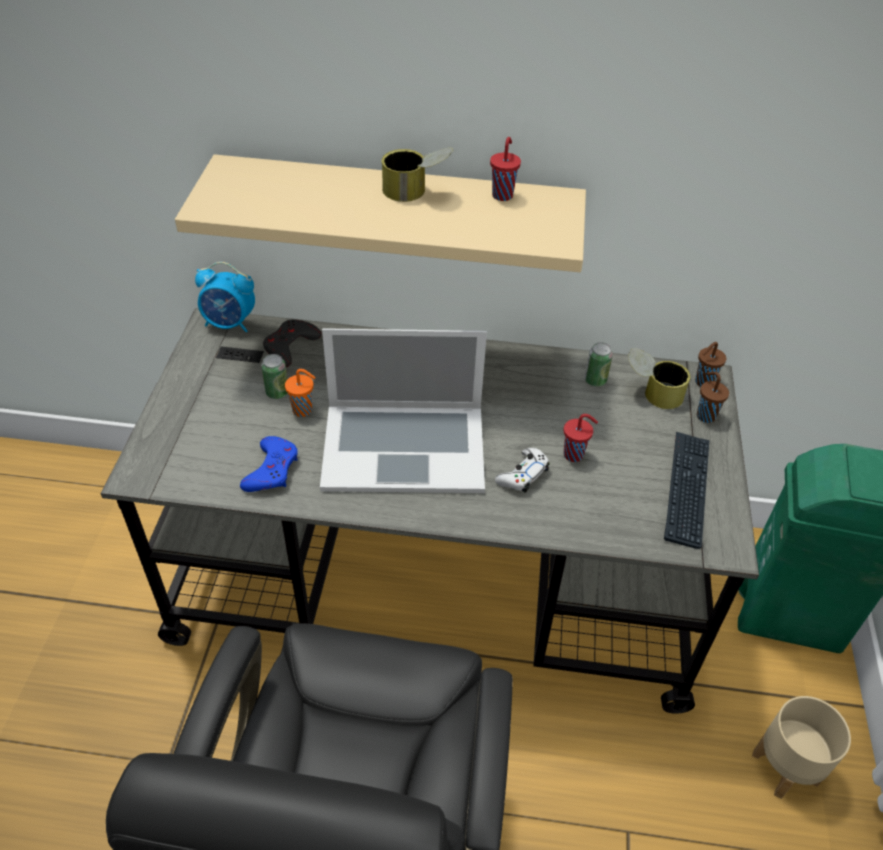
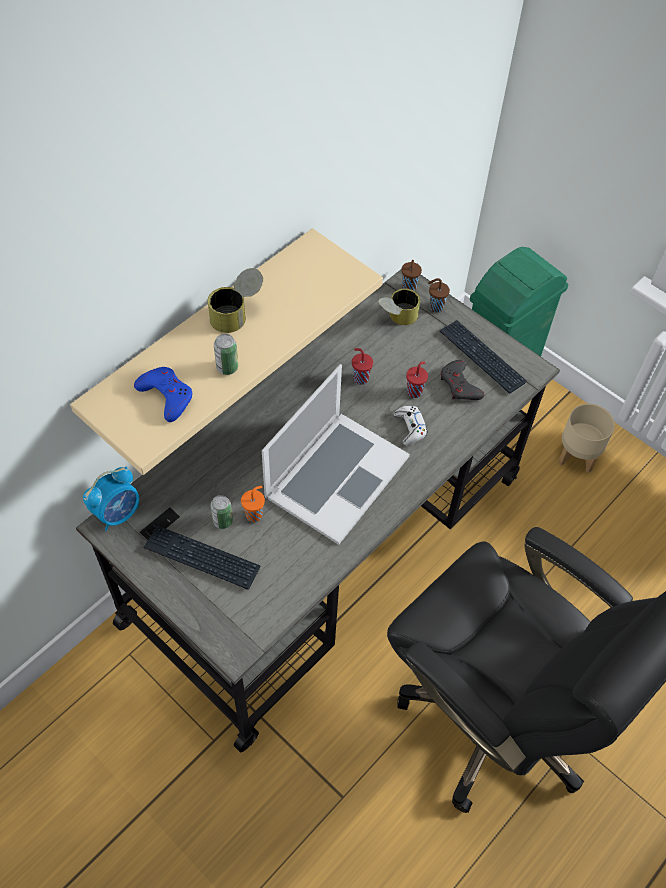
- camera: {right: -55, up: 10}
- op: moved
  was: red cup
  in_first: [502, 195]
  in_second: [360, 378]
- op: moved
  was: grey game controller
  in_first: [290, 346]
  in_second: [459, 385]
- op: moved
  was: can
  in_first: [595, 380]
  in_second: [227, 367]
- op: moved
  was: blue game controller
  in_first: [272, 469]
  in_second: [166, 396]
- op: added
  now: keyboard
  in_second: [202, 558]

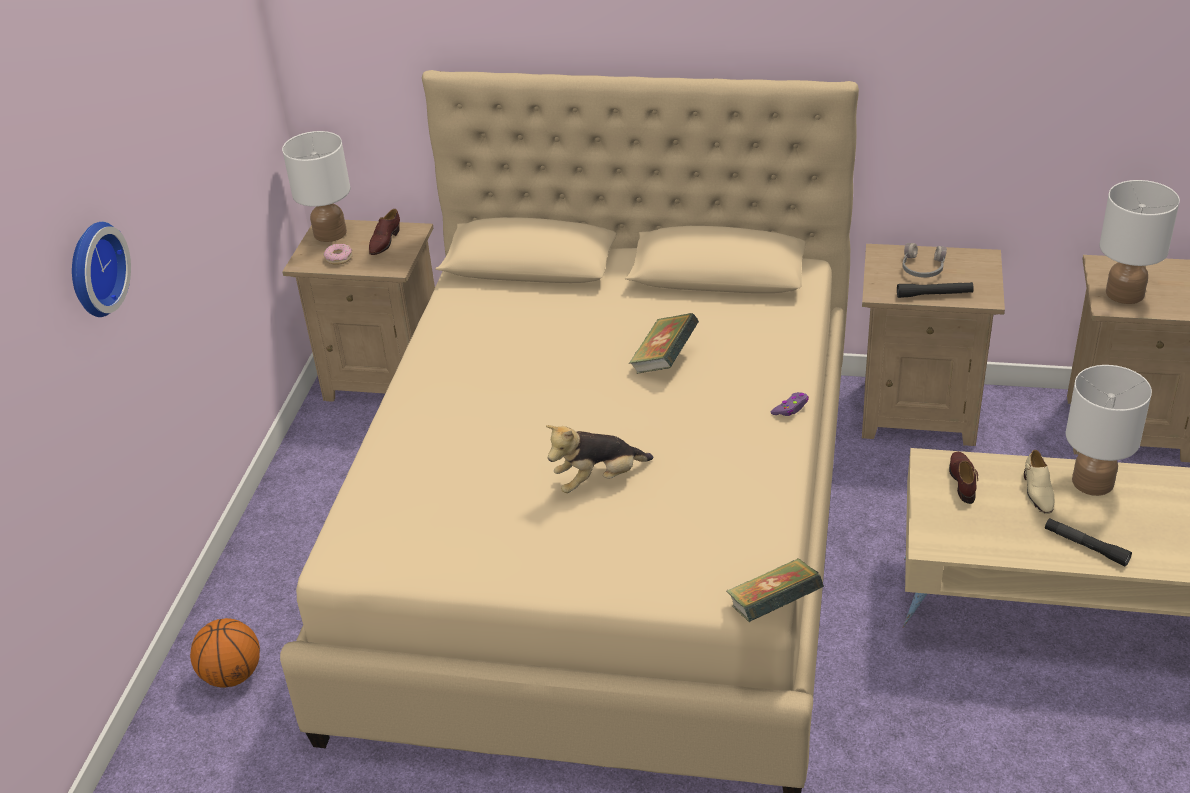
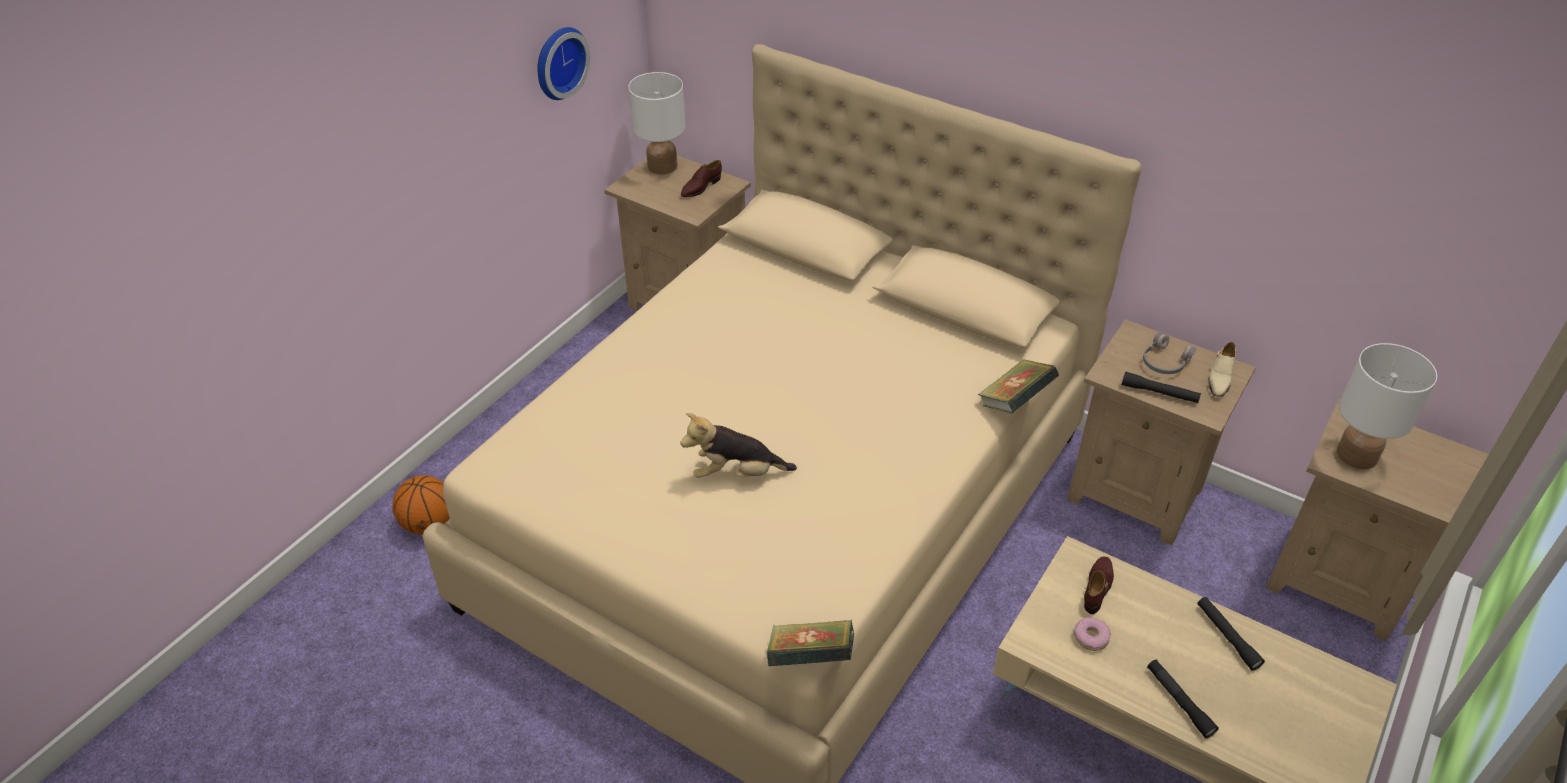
- camera: {right: 20, up: 5}
- op: moved
  was: wall clock
  in_first: [92, 269]
  in_second: [558, 62]
- op: moved
  was: donut
  in_first: [339, 258]
  in_second: [1091, 637]
- op: moved
  was: book
  in_first: [664, 361]
  in_second: [1015, 402]
- op: replaced
  was: white table lamp
  now: black flashlight
  in_first: [1093, 482]
  in_second: [1227, 636]
- op: removed
  was: purple game controller
  in_first: [791, 408]
- op: moved
  was: beige shoe
  in_first: [1037, 492]
  in_second: [1219, 378]

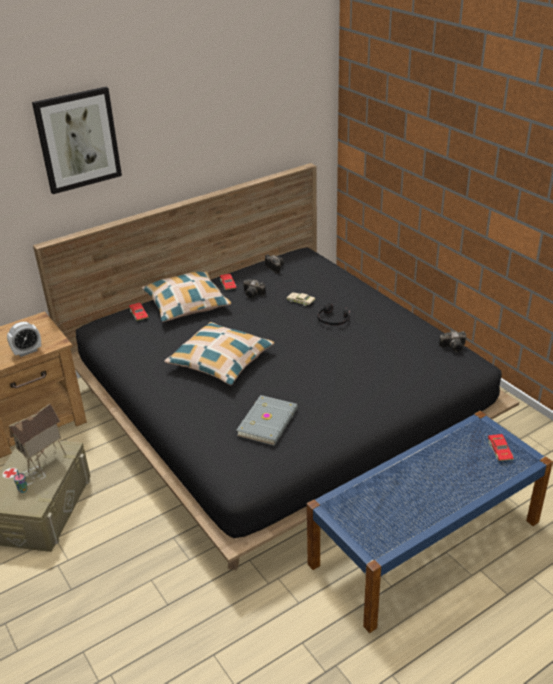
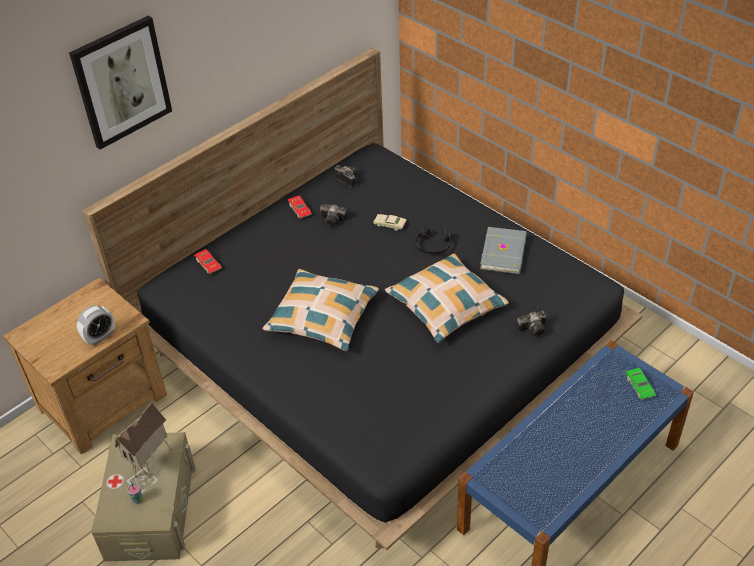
- camera: {right: -10, up: 10}
- op: moved
  was: pillow
  in_first: [186, 304]
  in_second: [446, 305]
- op: moved
  was: photo camera
  in_first: [454, 346]
  in_second: [534, 328]
- op: moved
  was: grey book
  in_first: [269, 422]
  in_second: [504, 252]
- op: recoloured
  was: red toy car
  now: green toy car
  in_first: [500, 450]
  in_second: [639, 386]

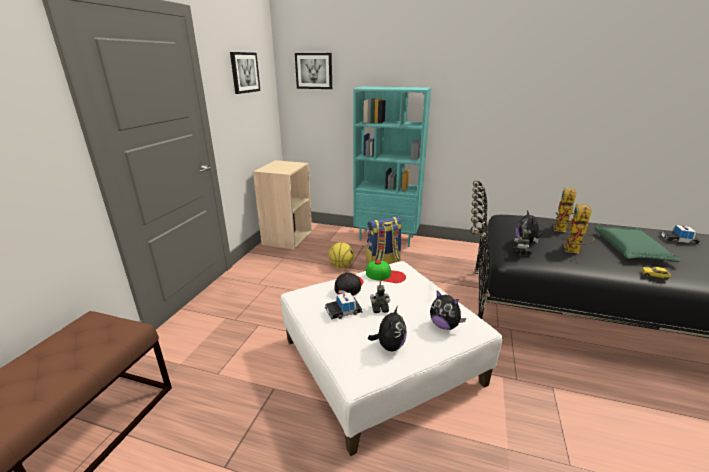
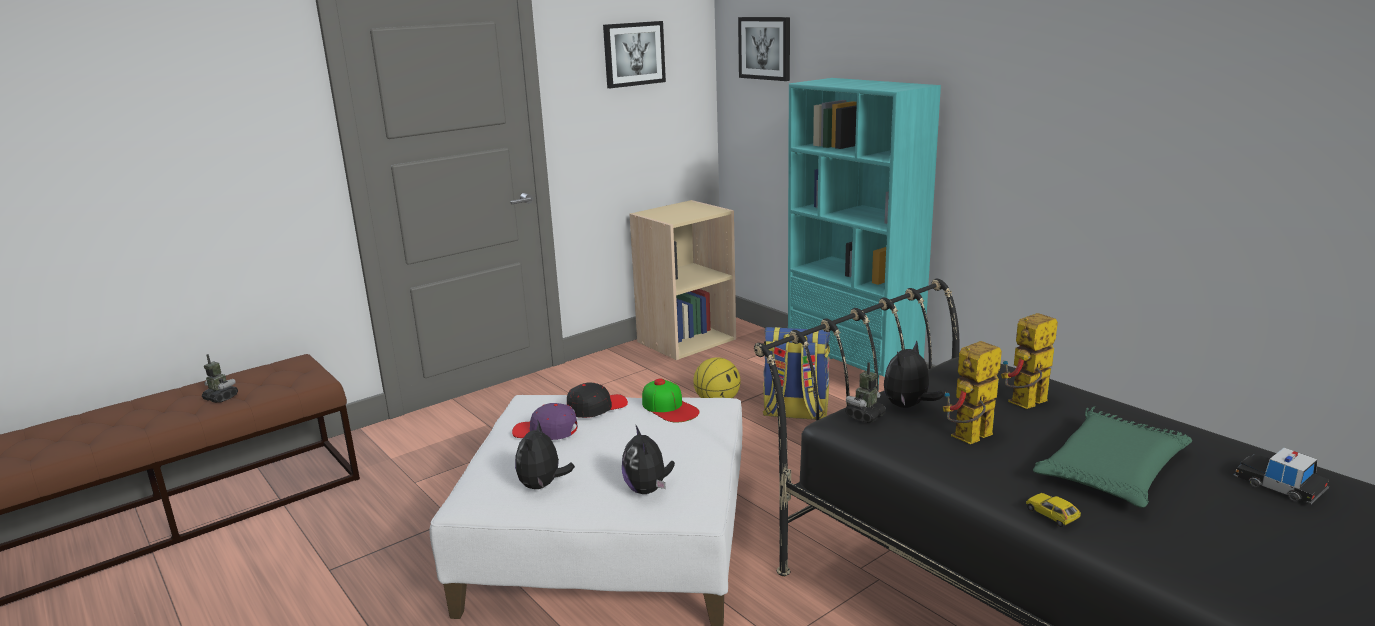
- camera: {right: 35, up: -5}
- op: moved
  was: toy robot
  in_first: [380, 309]
  in_second: [221, 398]
- op: replaced
  was: toy car
  now: purple cap
  in_first: [343, 311]
  in_second: [546, 431]
- op: turned
  was: plush toy
  in_first: [389, 346]
  in_second: [542, 486]
  clockwise: 135

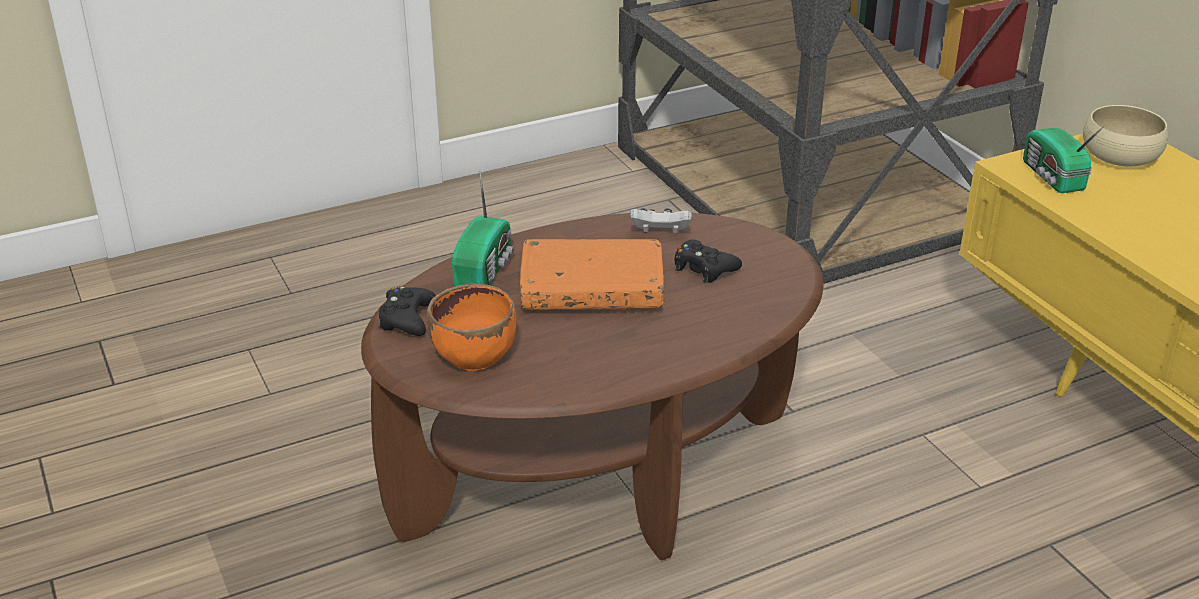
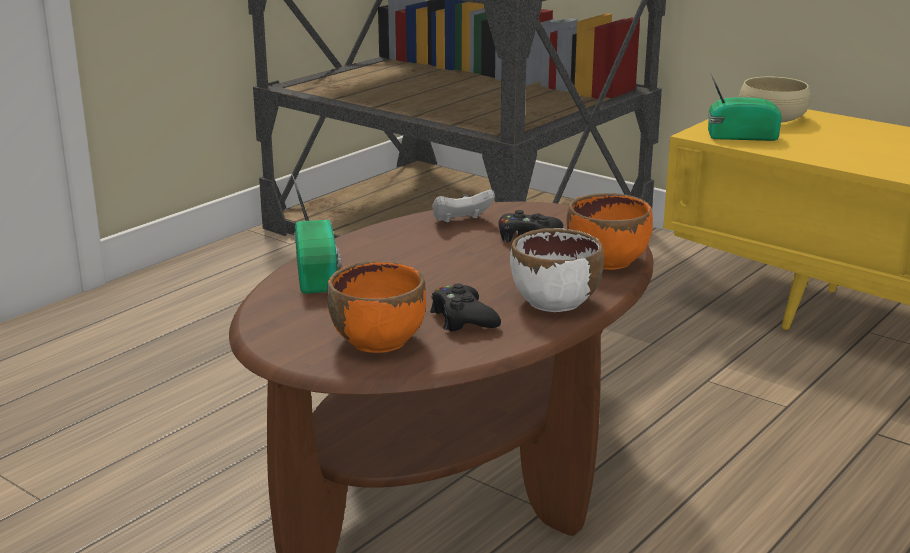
- camera: {right: -25, up: -10}
- op: turned
  was: radio
  in_first: [1052, 177]
  in_second: [739, 136]
  clockwise: 135
- op: removed
  was: orange book
  in_first: [592, 290]
- op: moved
  was: black game controller
  in_first: [407, 319]
  in_second: [463, 319]
- op: added
  now: orange bowl
  in_second: [608, 260]
- op: added
  now: white bowl
  in_second: [554, 302]

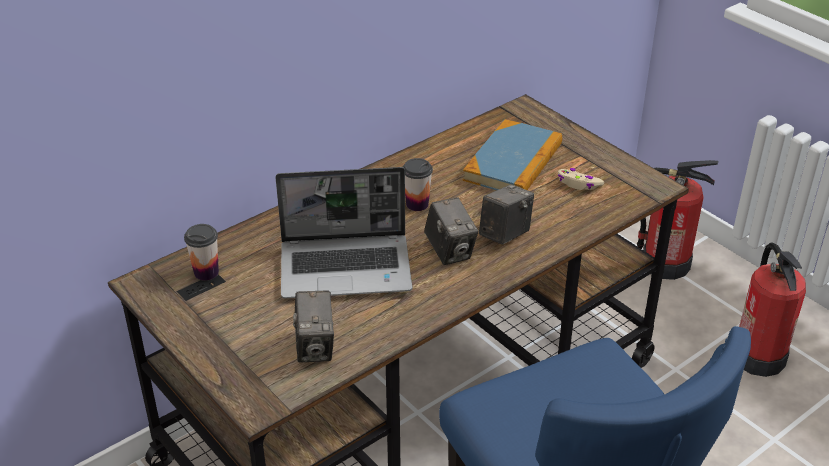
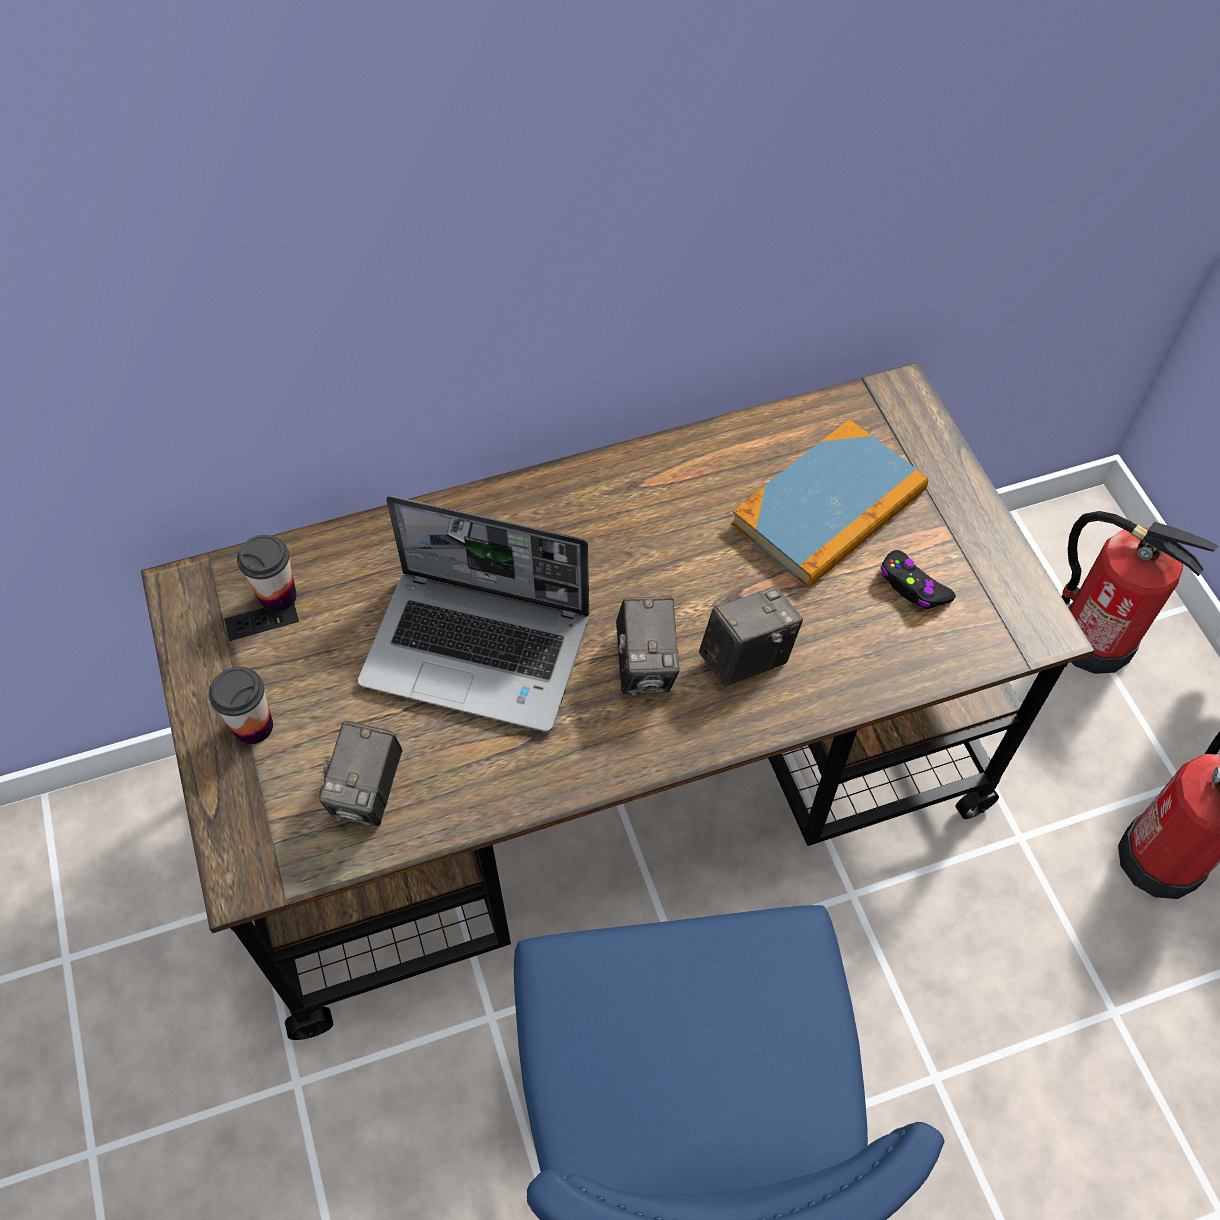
- camera: {right: 20, up: 20}
- op: moved
  was: cup
  in_first: [417, 204]
  in_second: [253, 726]
- op: recoloured
  was: beige game controller
  now: black game controller
  in_first: [578, 184]
  in_second: [913, 586]

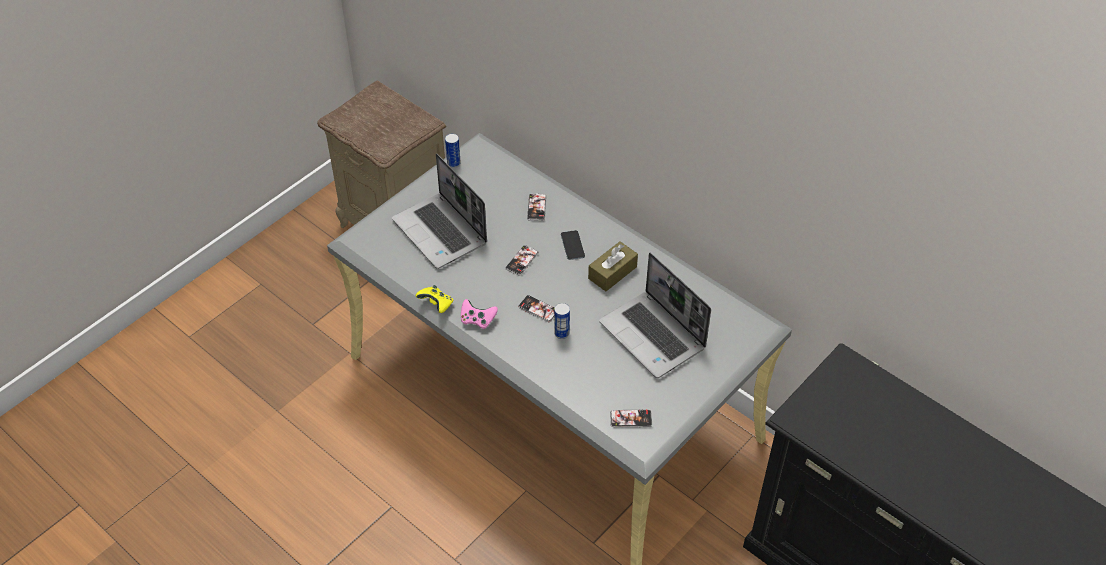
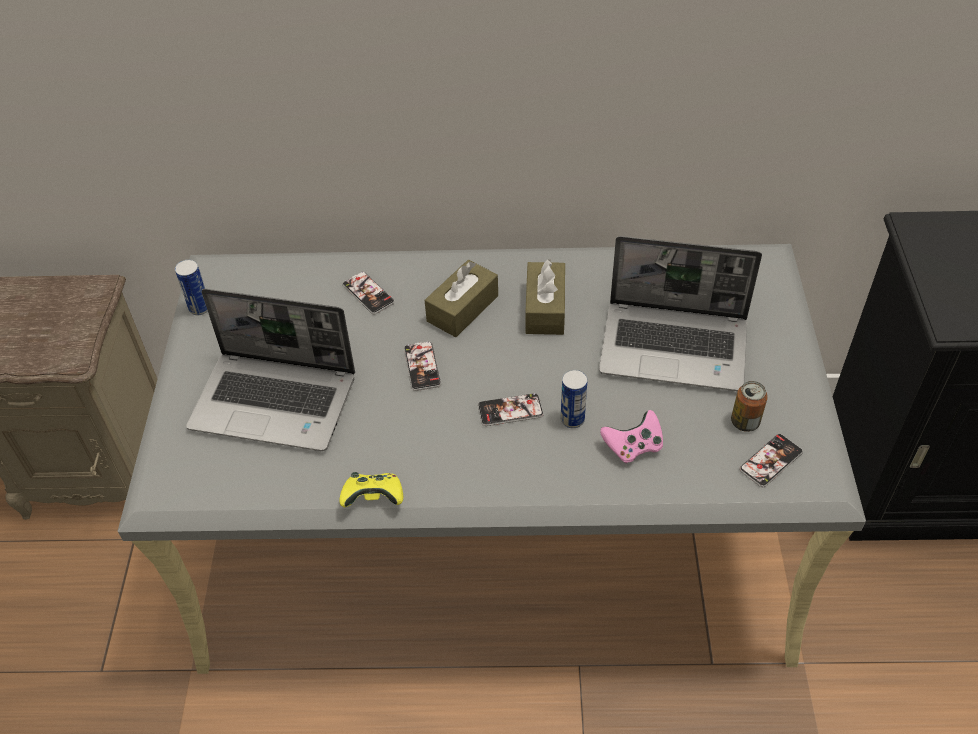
- camera: {right: -40, up: 0}
- op: replaced
  was: phone
  now: brown tissue box
  in_first: [572, 245]
  in_second: [462, 308]
- op: moved
  was: pink game controller
  in_first: [477, 320]
  in_second: [633, 447]
- op: added
  now: can
  in_second: [745, 422]

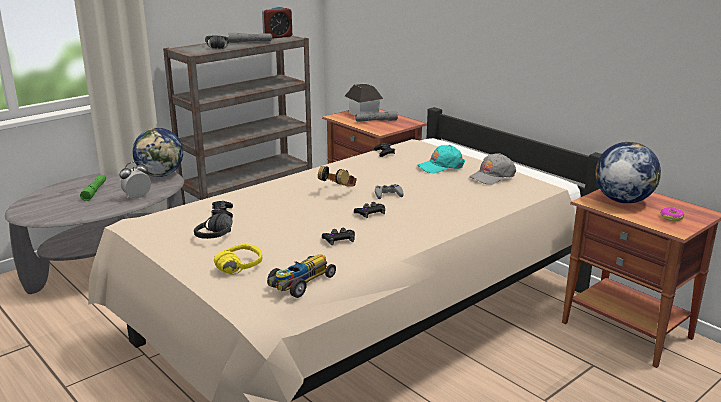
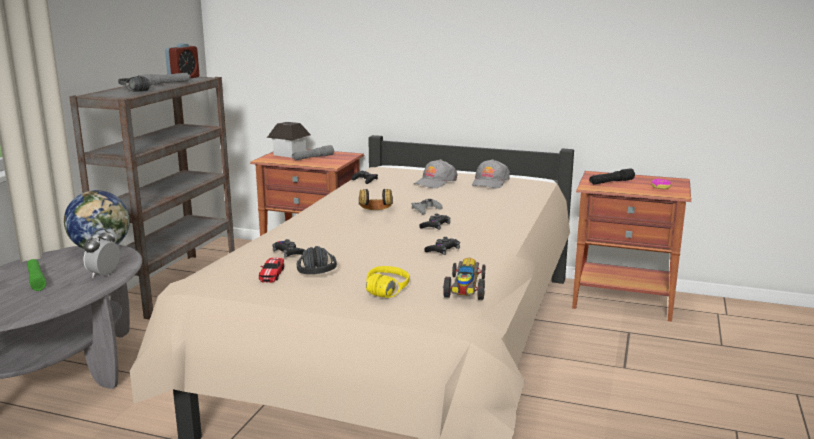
- camera: {right: -30, up: -5}
- op: replaced
  was: globe
  now: black flashlight
  in_first: [622, 200]
  in_second: [611, 182]
- op: recoloured
  was: turquoise cap
  now: grey cap
  in_first: [441, 166]
  in_second: [435, 182]
- op: added
  now: toy car
  in_second: [272, 274]

